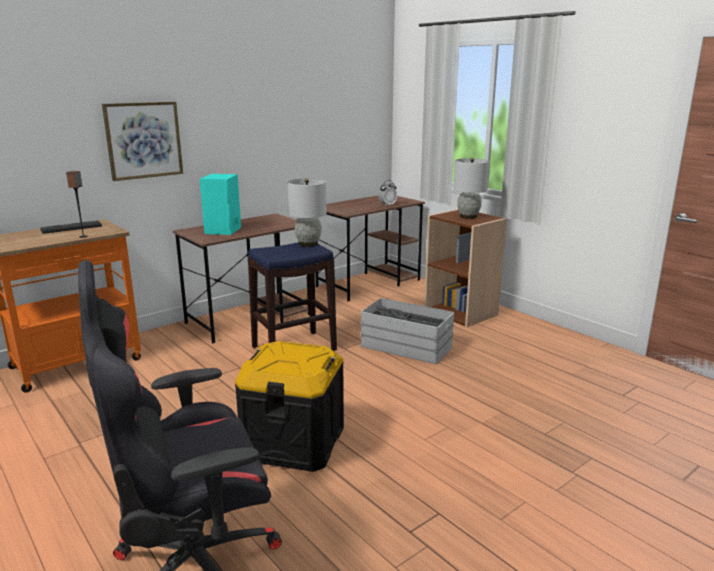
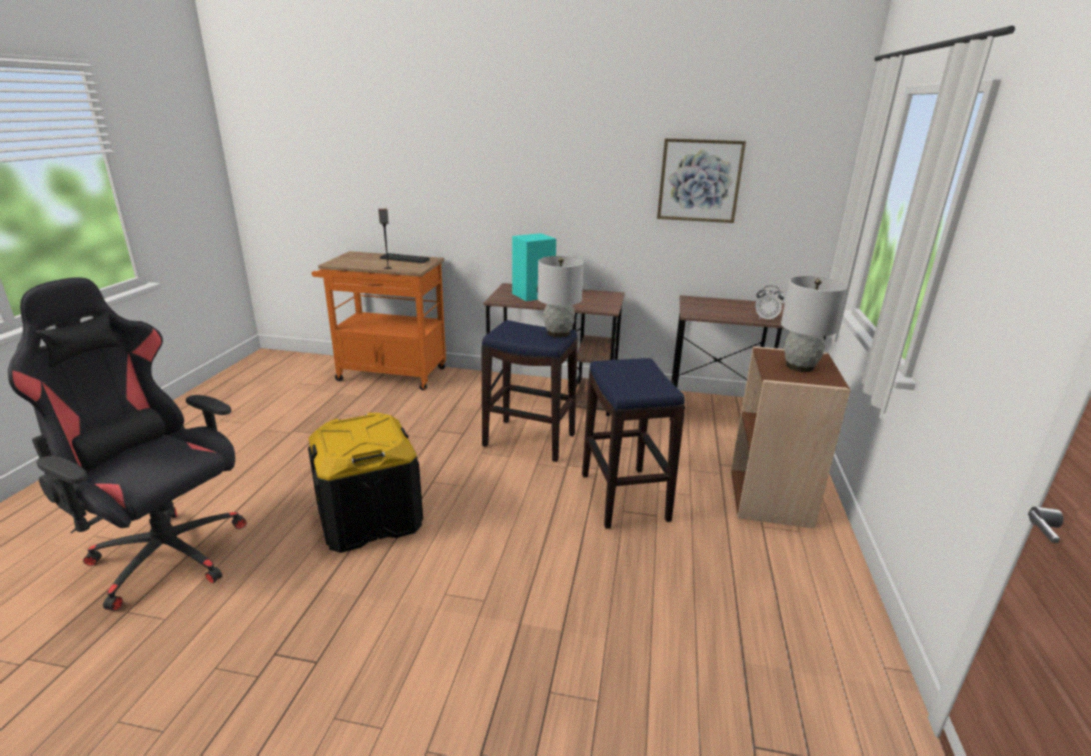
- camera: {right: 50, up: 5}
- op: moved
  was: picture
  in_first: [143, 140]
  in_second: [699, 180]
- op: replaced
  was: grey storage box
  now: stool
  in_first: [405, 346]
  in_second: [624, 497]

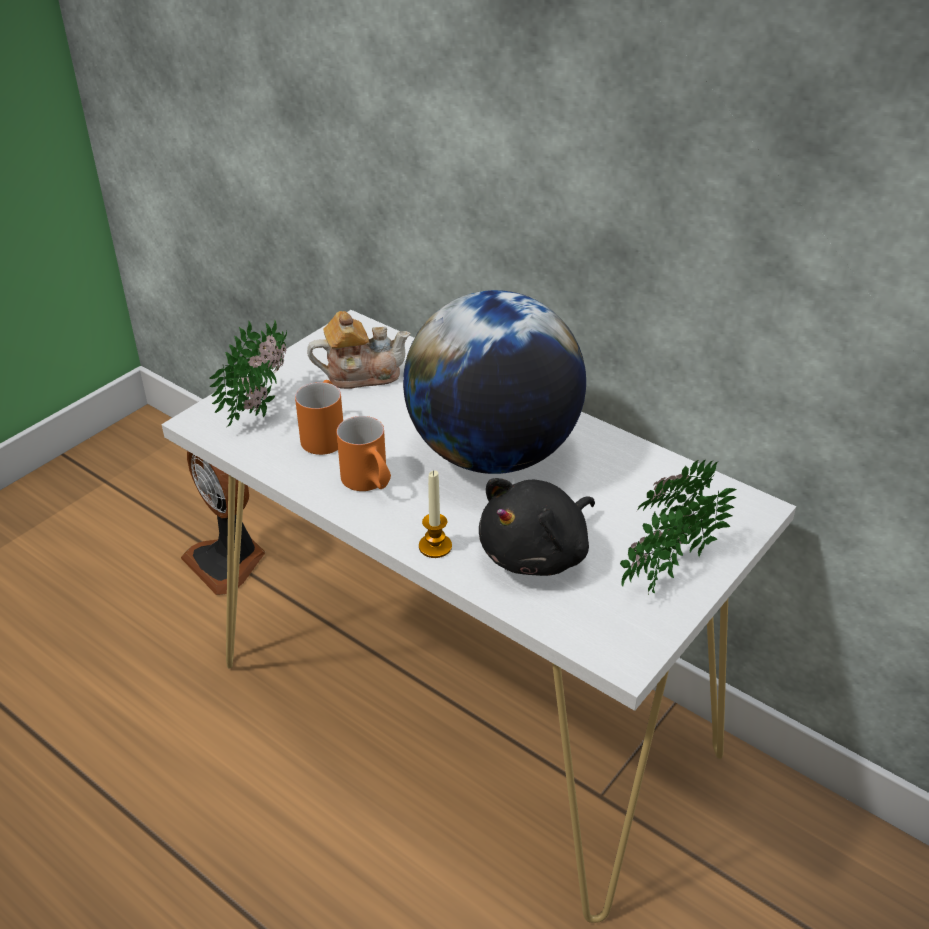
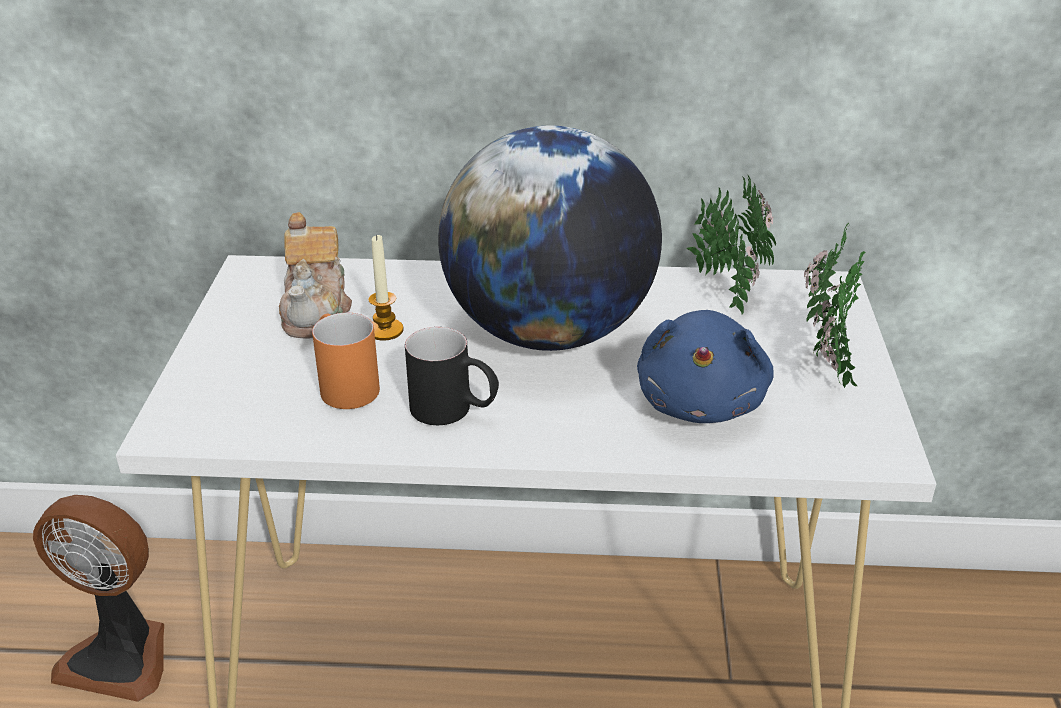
- camera: {right: -35, up: -5}
- op: turned
  was: teapot
  in_first: [361, 374]
  in_second: [317, 311]
  clockwise: 135
- op: moved
  was: potted plant
  in_first: [264, 407]
  in_second: [726, 290]
- op: recoloured
  was: orange mug
  now: black mug
  in_first: [369, 483]
  in_second: [454, 411]
- op: moved
  was: candle
  in_first: [435, 546]
  in_second: [385, 330]
- op: recoloured
  was: black plush toy
  now: blue plush toy
  in_first: [538, 553]
  in_second: [701, 402]

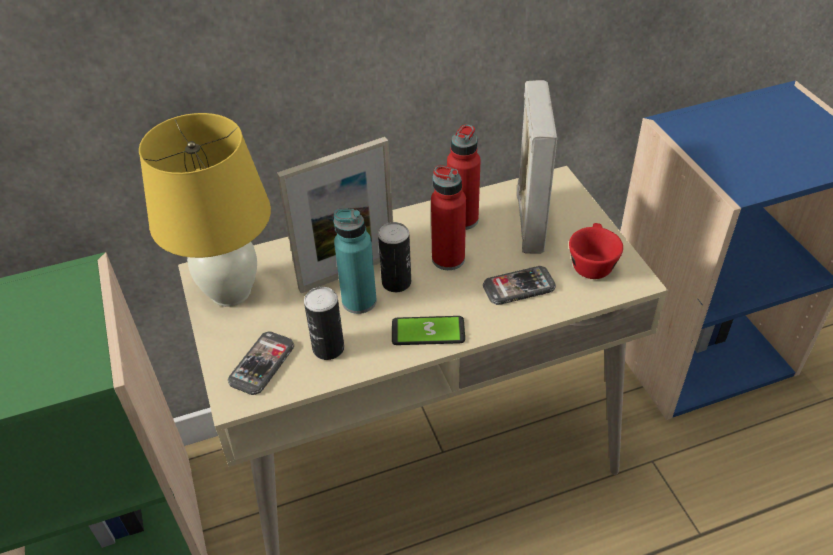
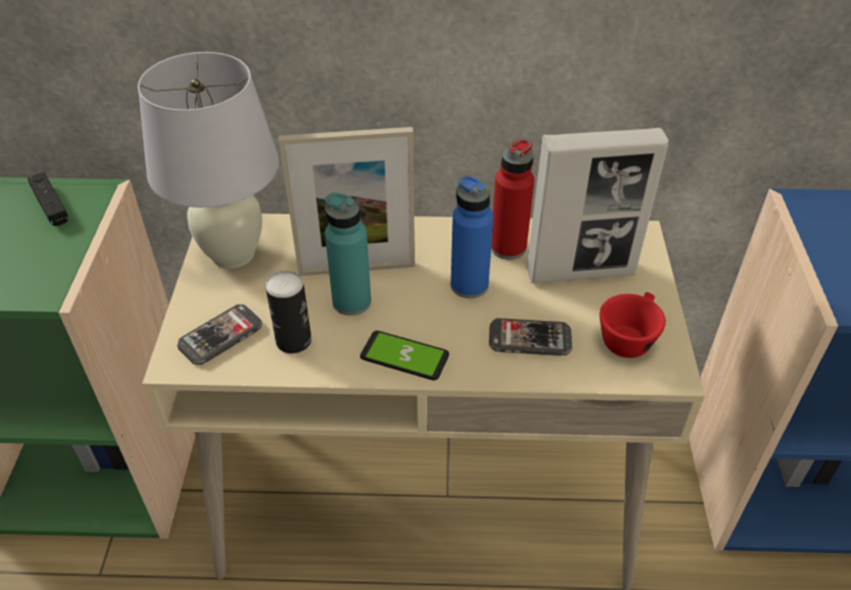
- camera: {right: 20, up: 0}
- op: turned
  was: picture frame
  in_first: [529, 223]
  in_second: [581, 272]
  clockwise: 60
- op: recoloured
  was: yellow table lamp
  now: white table lamp
  in_first: [230, 292]
  in_second: [232, 254]
- op: recoloured
  was: red bottle
  now: blue bottle
  in_first: [448, 259]
  in_second: [469, 285]
- op: removed
  was: can
  in_first: [396, 282]
- op: added
  now: black game controller
  in_second: [50, 205]

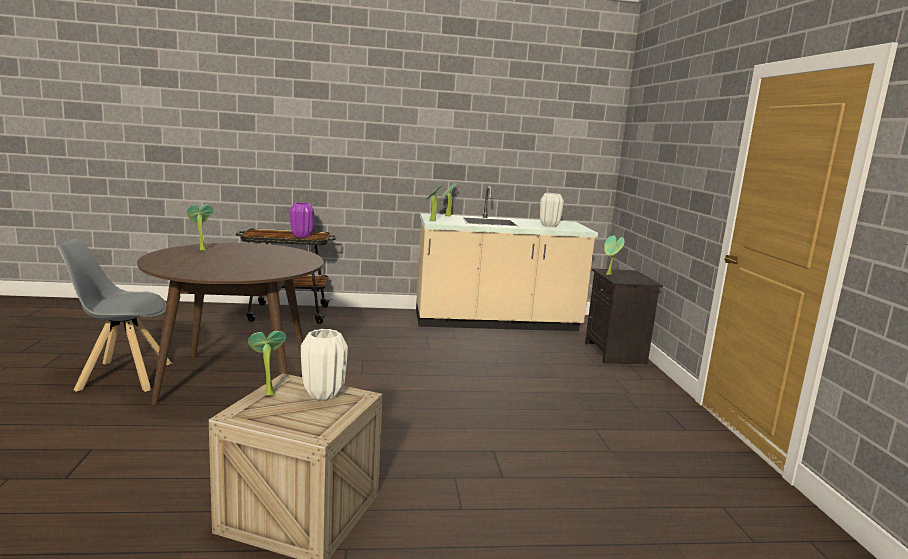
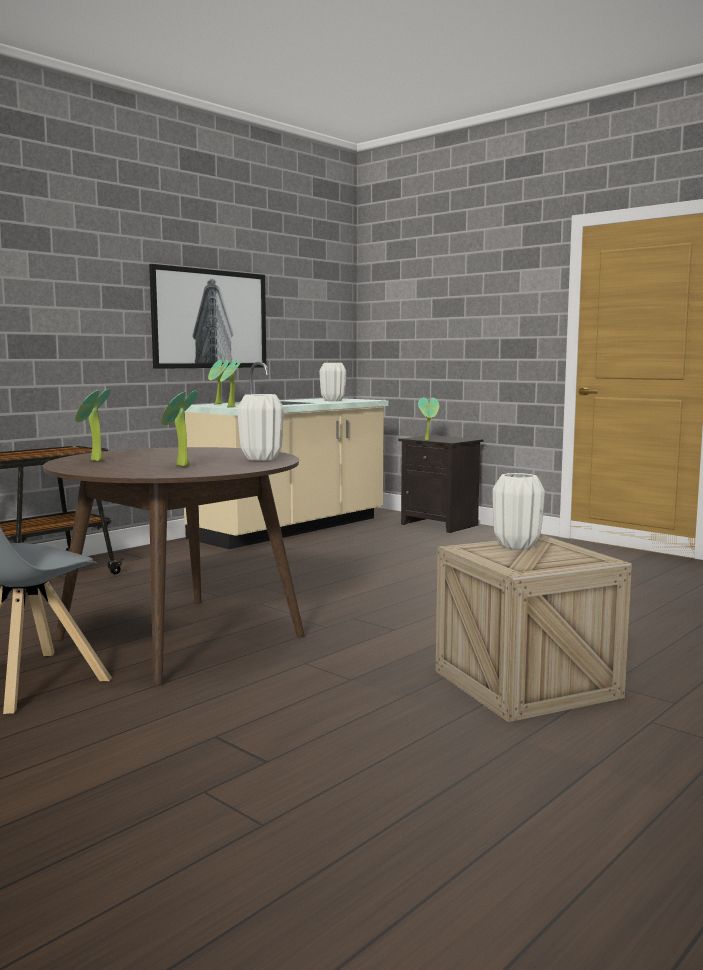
- camera: {right: -40, up: -5}
- op: removed
  was: purple vase
  in_first: [301, 236]
- op: moved
  was: potted plant
  in_first: [267, 393]
  in_second: [179, 466]
- op: added
  now: picture
  in_second: [210, 319]
- op: added
  now: white vase
  in_second: [261, 459]

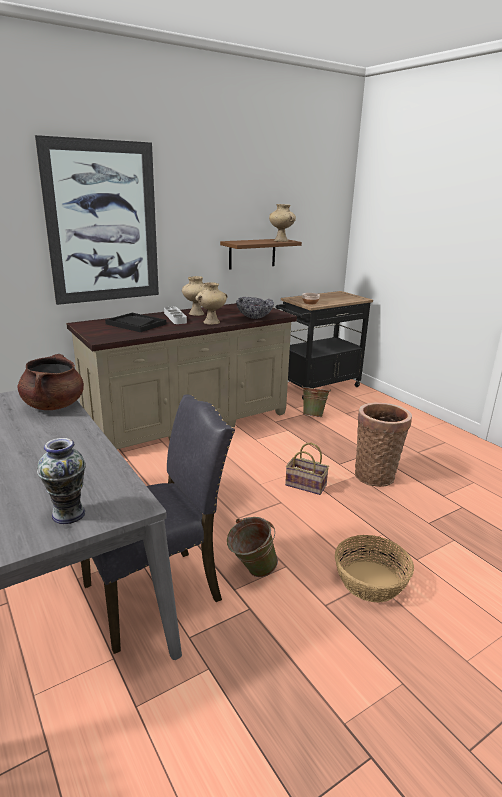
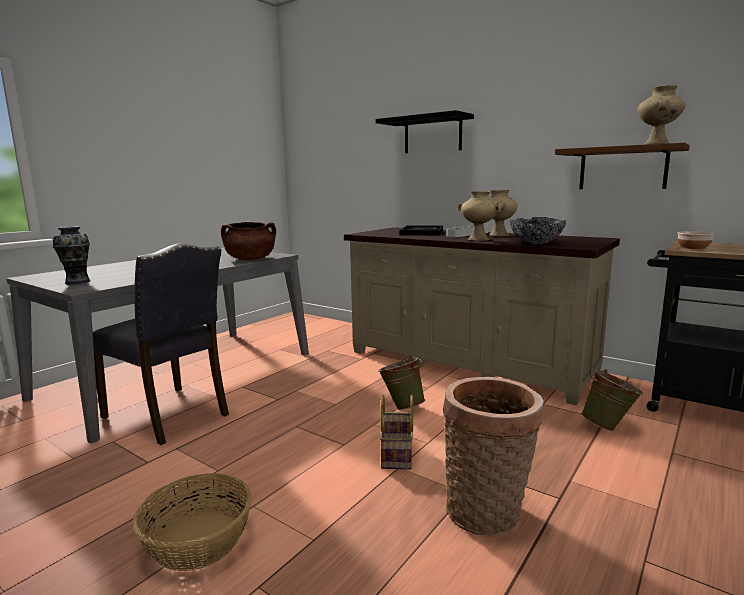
- camera: {right: 70, up: -10}
- op: replaced
  was: picture
  now: black shelf
  in_first: [103, 223]
  in_second: [432, 135]
- op: moved
  was: green bucket
  in_first: [251, 571]
  in_second: [402, 406]

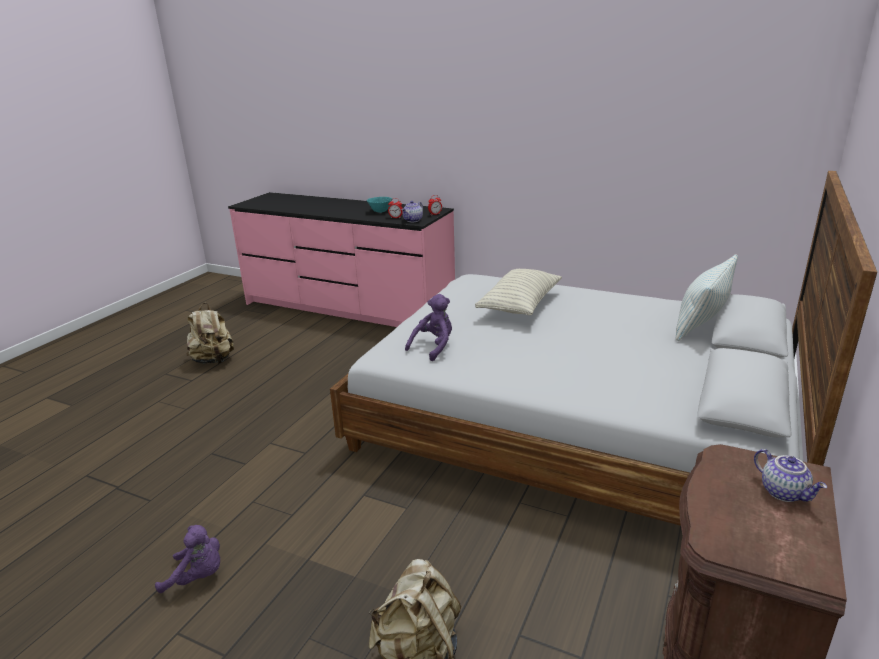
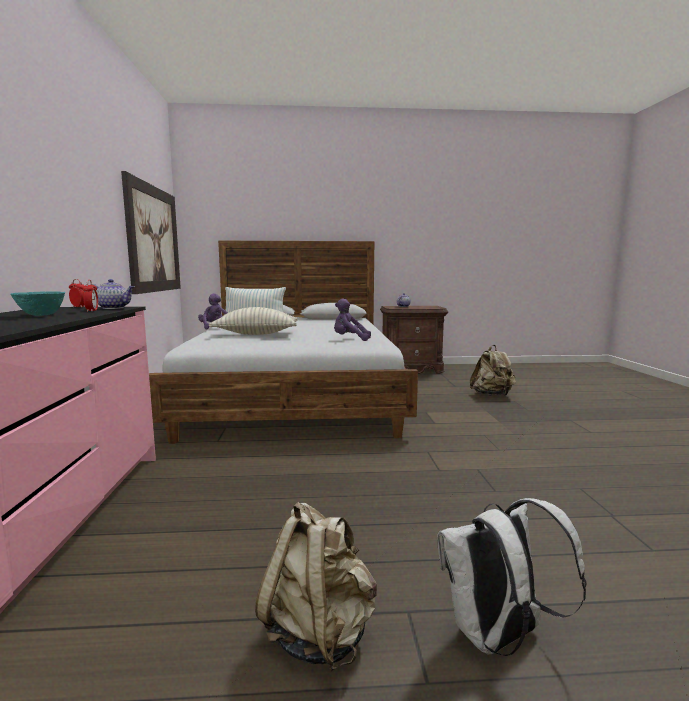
- camera: {right: -120, up: -15}
- op: moved
  was: purple plush toy
  in_first: [198, 577]
  in_second: [215, 328]
- op: added
  now: picture
  in_second: [154, 239]
- op: added
  now: white backpack
  in_second: [497, 637]

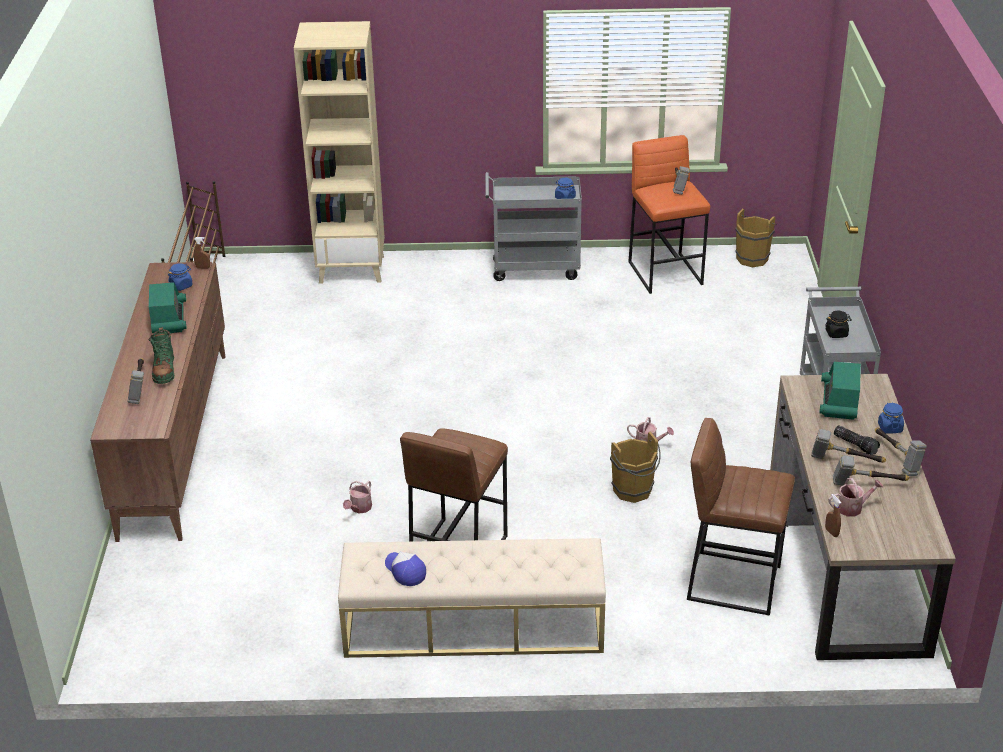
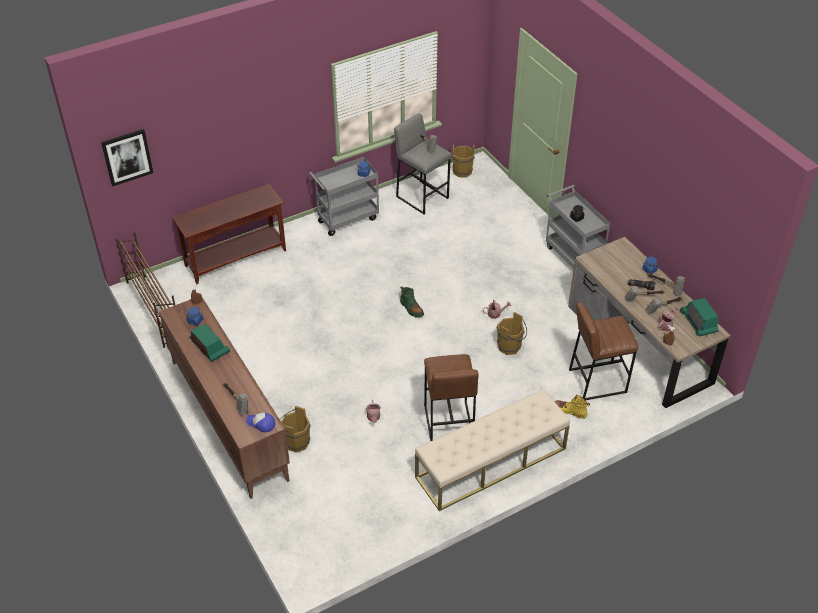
- camera: {right: -30, up: 10}
- op: replaced
  was: beige bookcase
  now: brown console table
  in_first: [352, 269]
  in_second: [236, 257]
- op: recoloured
  was: orange stool
  now: grey stool
  in_first: [665, 272]
  in_second: [421, 197]
- op: moved
  was: green boot
  in_first: [164, 370]
  in_second: [411, 308]
- op: moved
  was: radio
  in_first: [839, 401]
  in_second: [698, 322]
- op: moved
  was: cap
  in_first: [405, 571]
  in_second: [261, 423]
- op: added
  now: picture
  in_second: [127, 157]
- op: added
  now: yellow boot
  in_second: [569, 411]
- op: added
  now: brown bucket
  in_second: [295, 441]

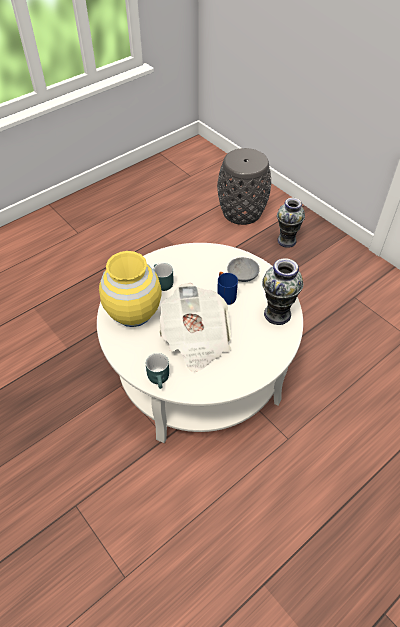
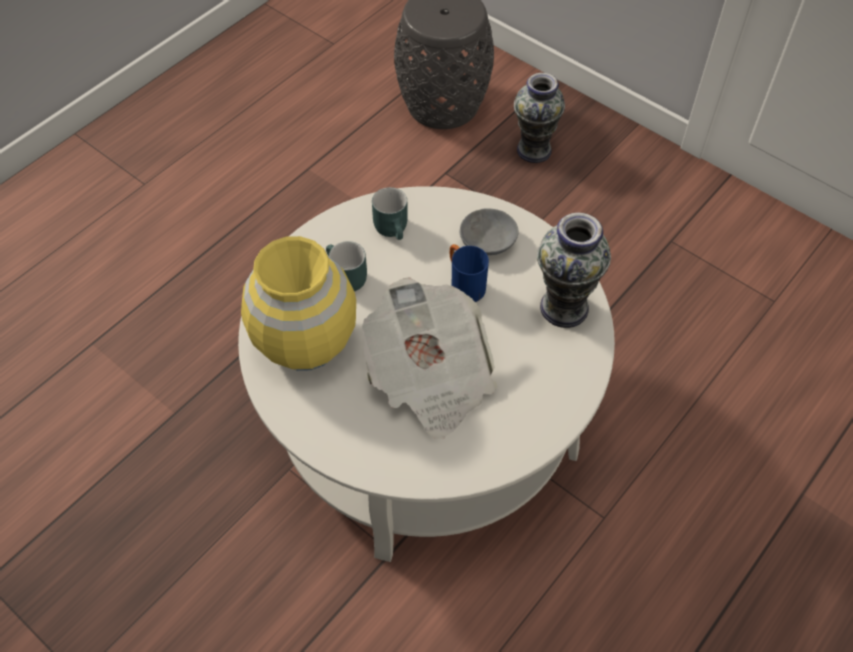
- camera: {right: -10, up: 5}
- op: moved
  was: turquoise mug
  in_first: [160, 379]
  in_second: [394, 229]

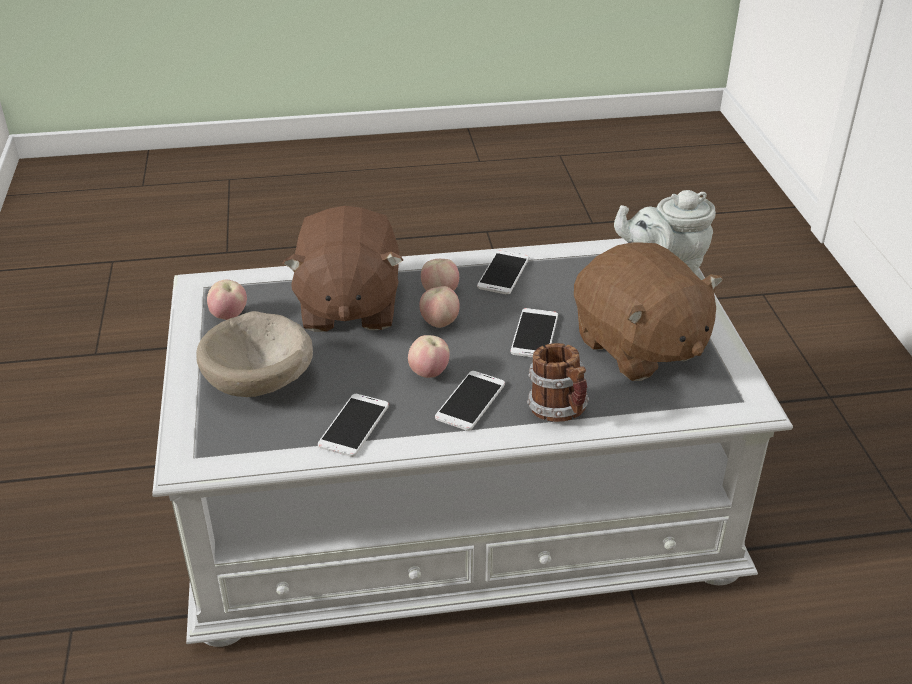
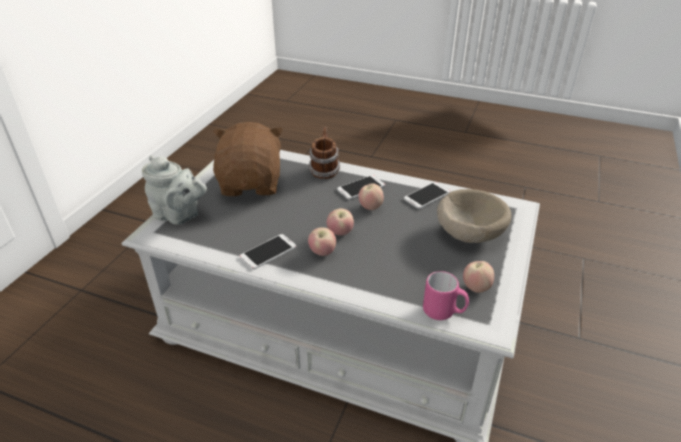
- camera: {right: -150, up: 0}
- op: removed
  was: brown plush toy
  in_first: [348, 307]
- op: removed
  was: phone
  in_first: [534, 334]
- op: added
  now: pink mug
  in_second: [444, 312]

